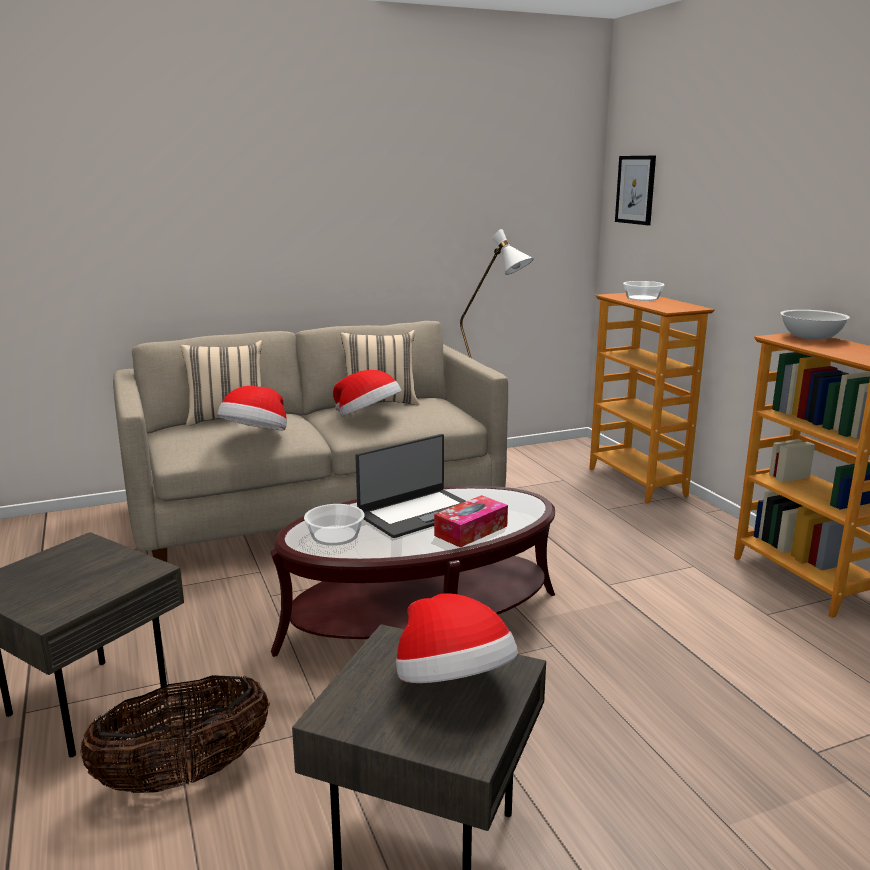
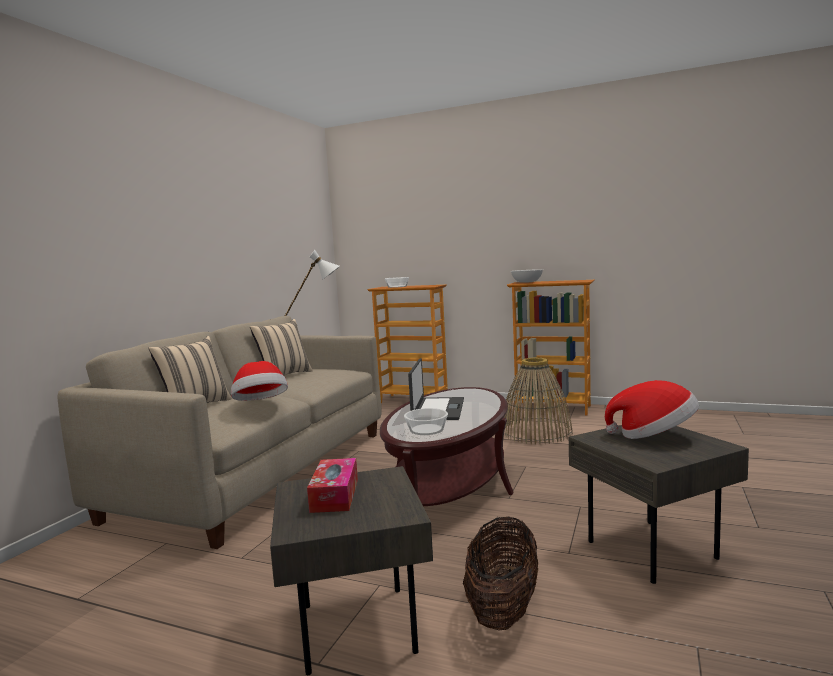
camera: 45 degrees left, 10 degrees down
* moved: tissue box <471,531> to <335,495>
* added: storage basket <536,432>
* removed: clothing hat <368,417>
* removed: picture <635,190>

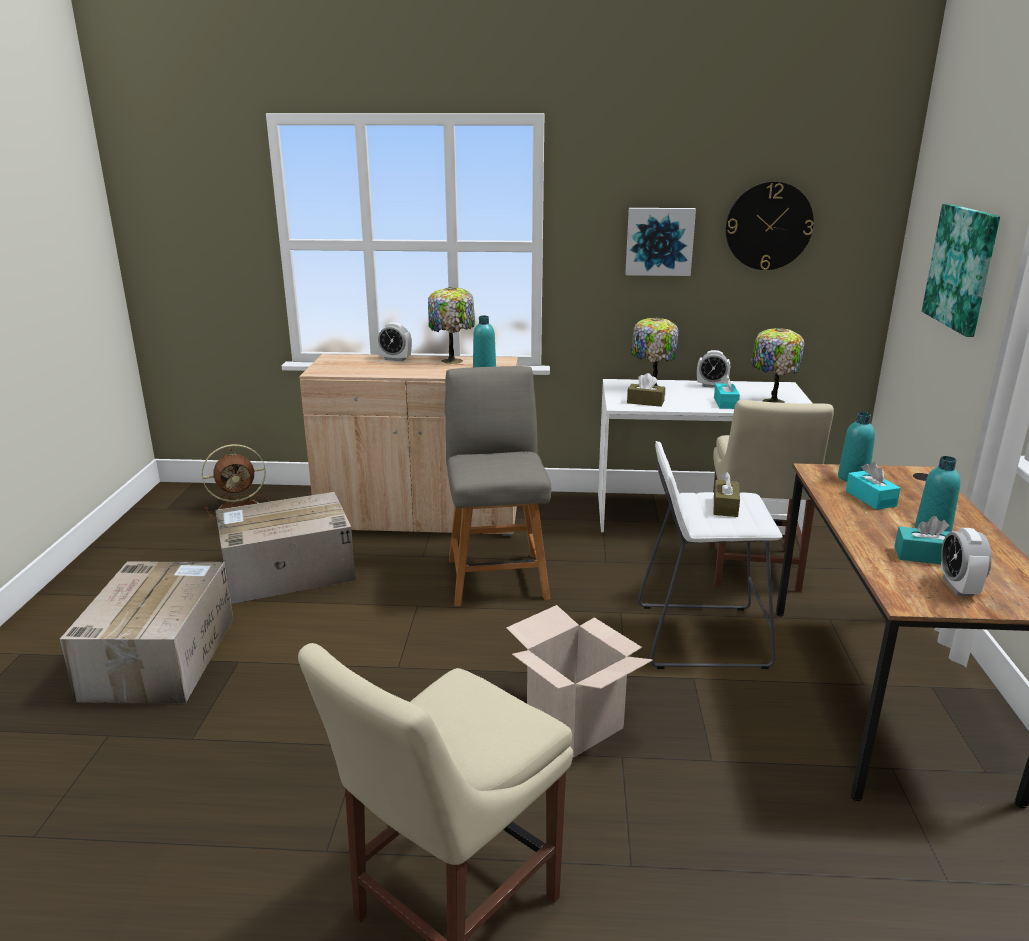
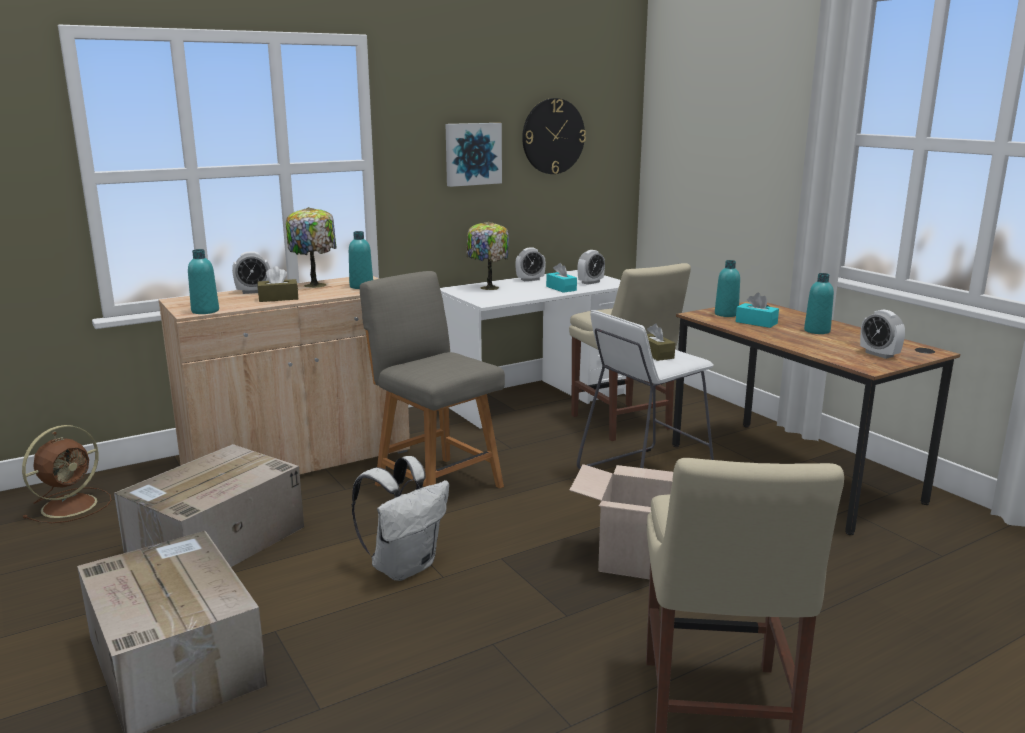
camera: 35 degrees left, 5 degrees down
* added: blue-green drink bottle <205,311>
* moved: brown-coloured tissue box <645,402> to <278,298>
* added: whitish knapsack <404,566>
* replaced: table lamp <771,401> to alarm clock <590,282>
* removed: blue-green tissue box <925,556>
* removed: picture <962,268>

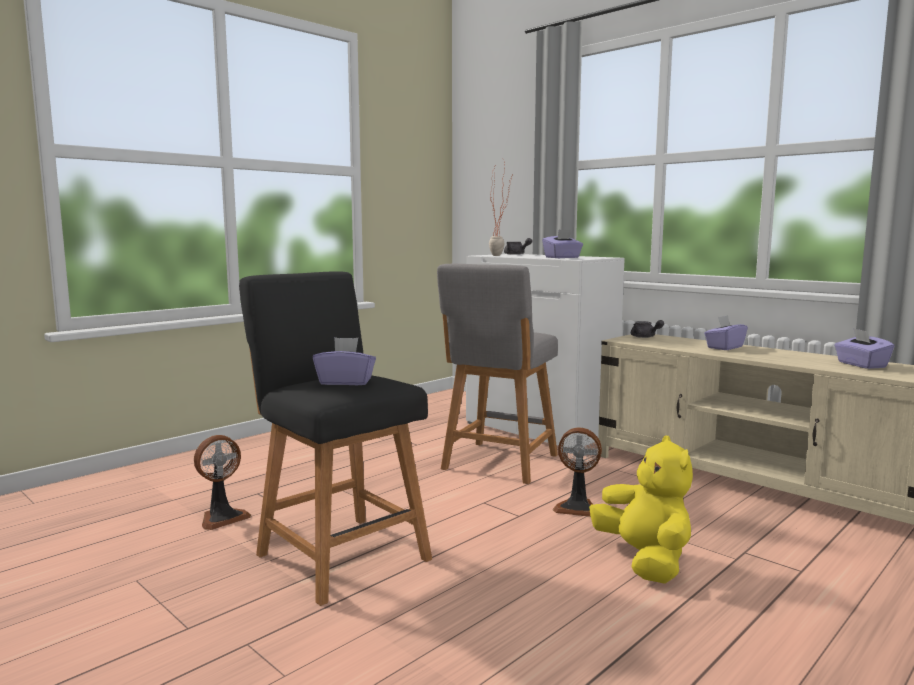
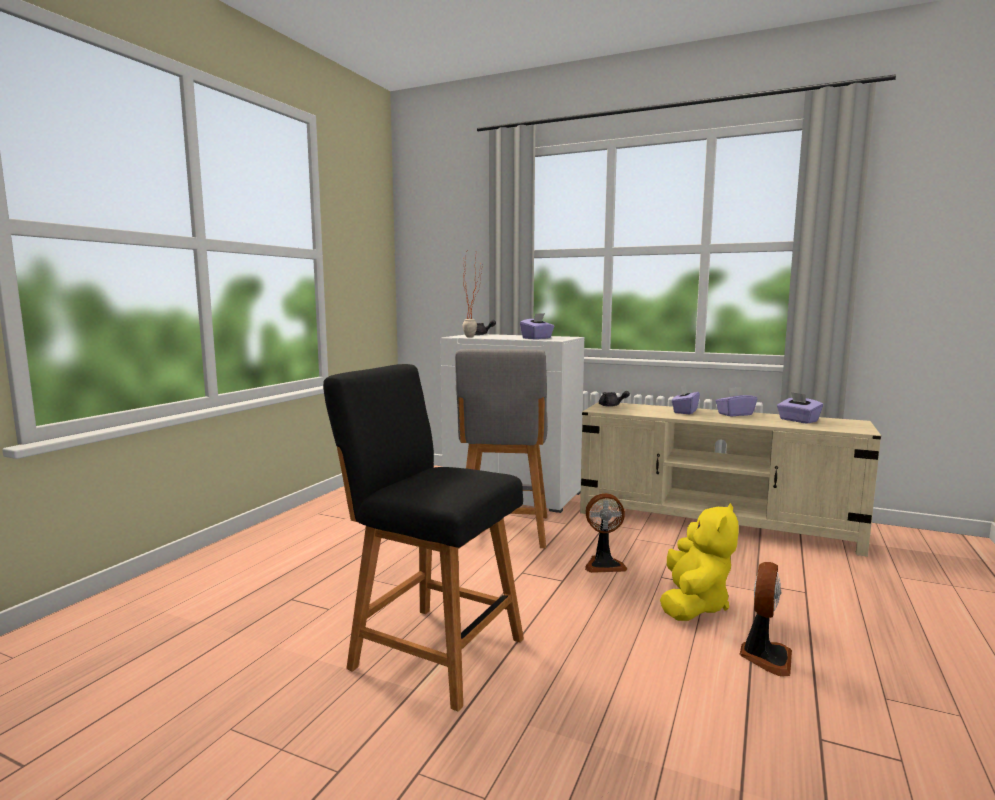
camera: 20 degrees left, 0 degrees up
* turned: yellow-coloured soft toy <644,560> = <693,604> 60 degrees clockwise
* moved: purple-coloured tissue box <346,382> to <734,414>
* moved: cooling fan <222,517> to <765,657>

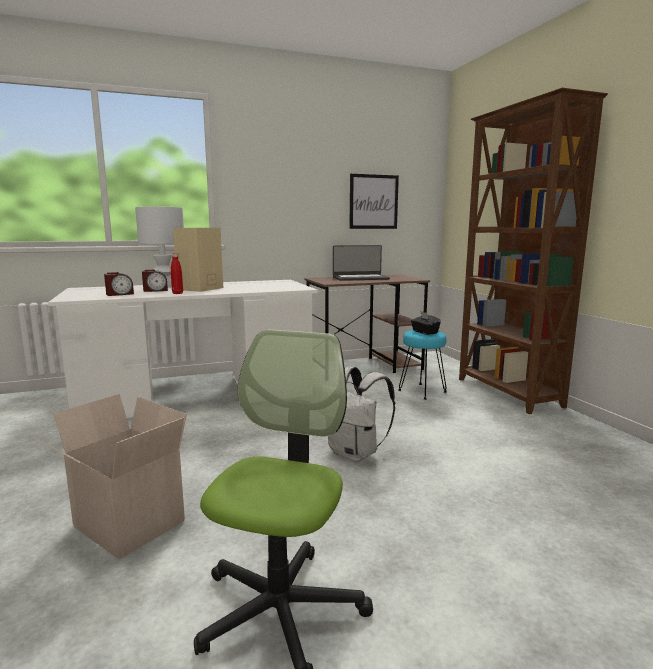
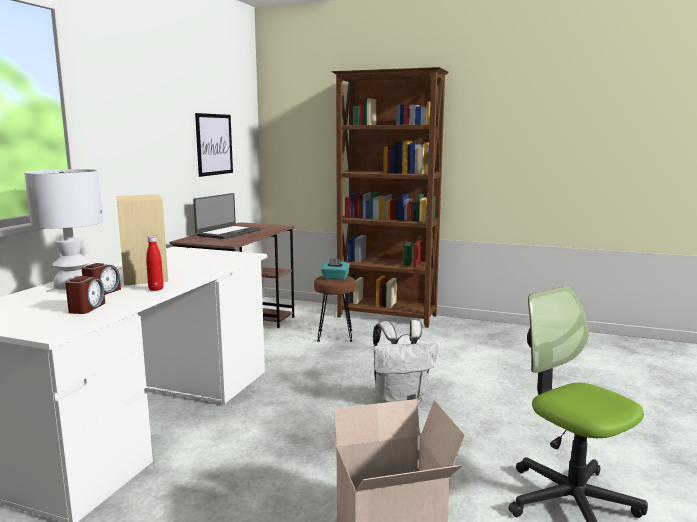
camera: 50 degrees left, 0 degrees up
* recoloured: blue-green stool <421,391> to brown-coloured stool <335,336>
* recoloured: blackish tissue box <424,332> to blue-green tissue box <335,278>

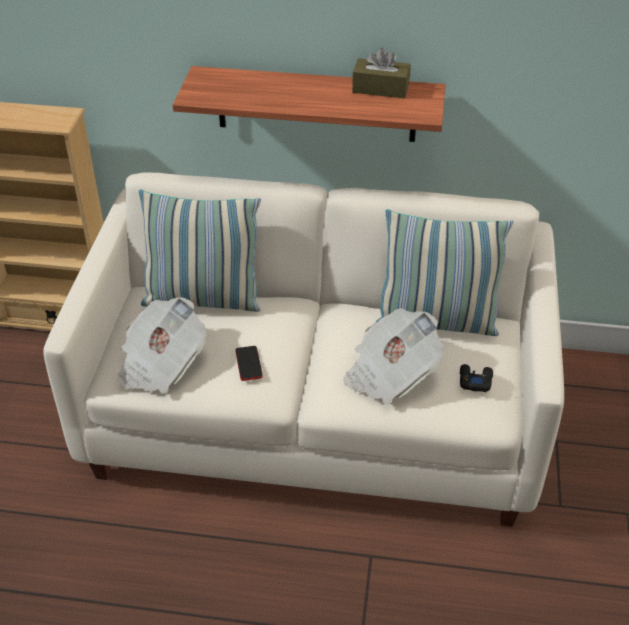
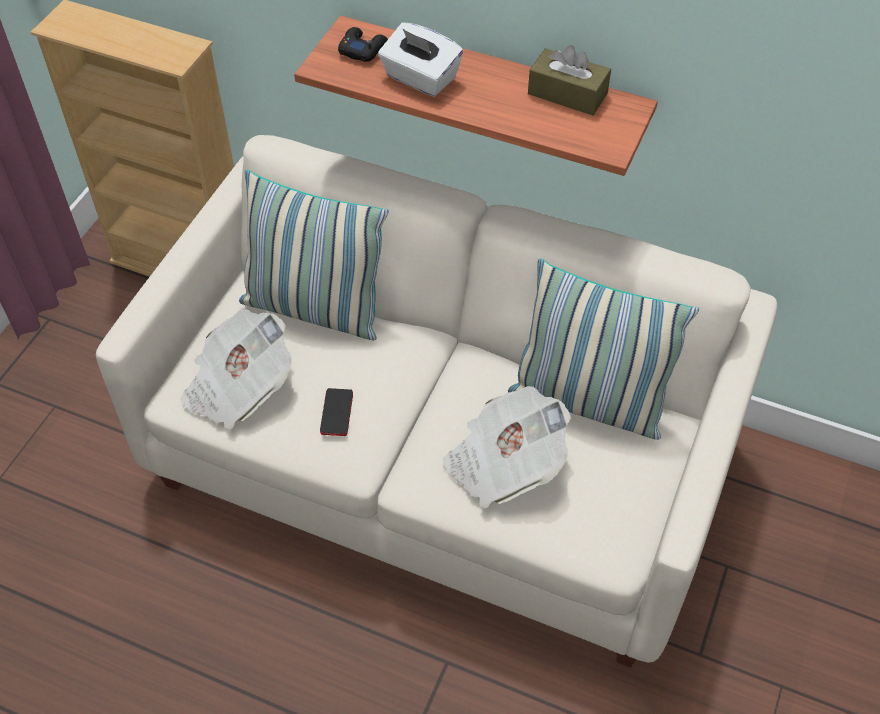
camera: 15 degrees right, 10 degrees up
* moved: blackish joypad <475,380> to <362,49>
* added: whitish tissue box <420,78>

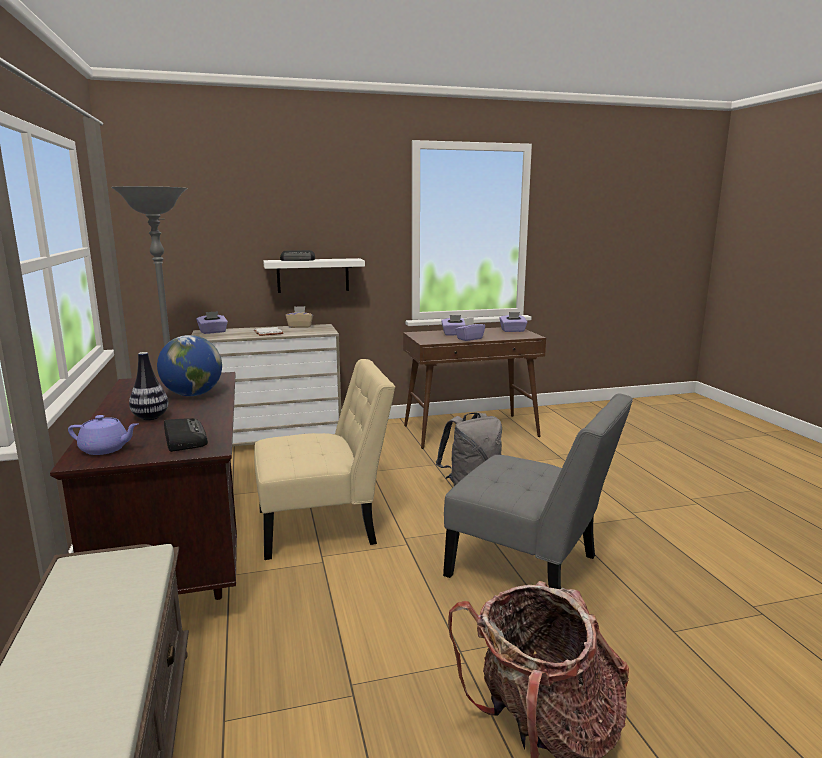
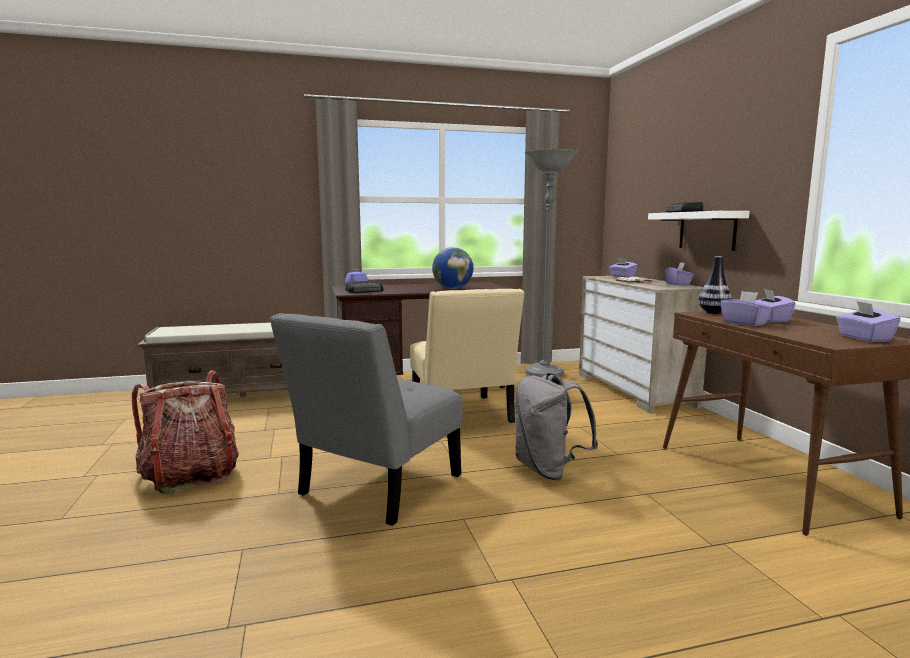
camera: 90 degrees right, 5 degrees down
* recoloured: beige-coloured tissue box <300,326> to purple-coloured tissue box <678,284>
* moved: vase <150,417> to <713,312>

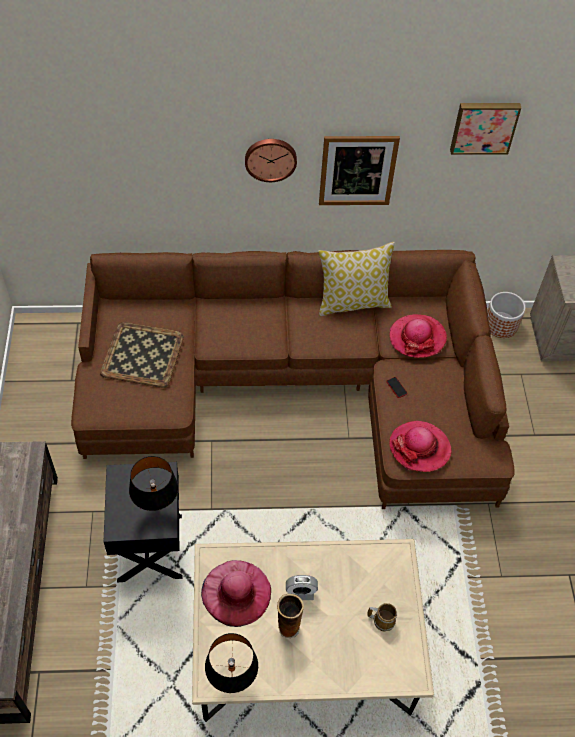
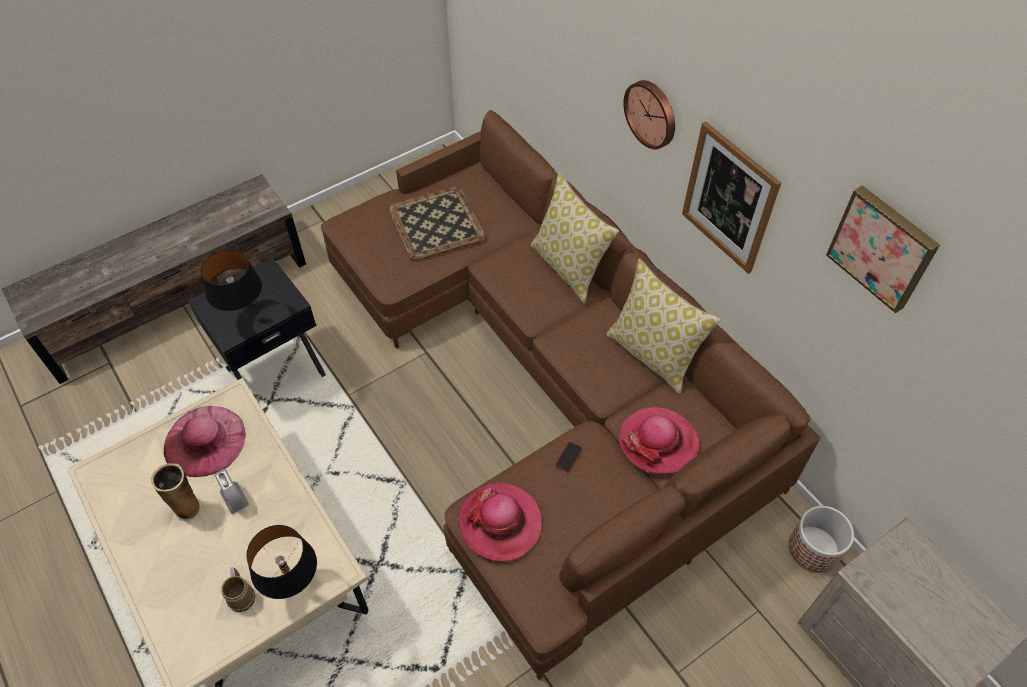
camera: 60 degrees right, 0 degrees up
* moved: blackish table lamp <231,681> to <295,587>
* added: throw pillow <569,267>

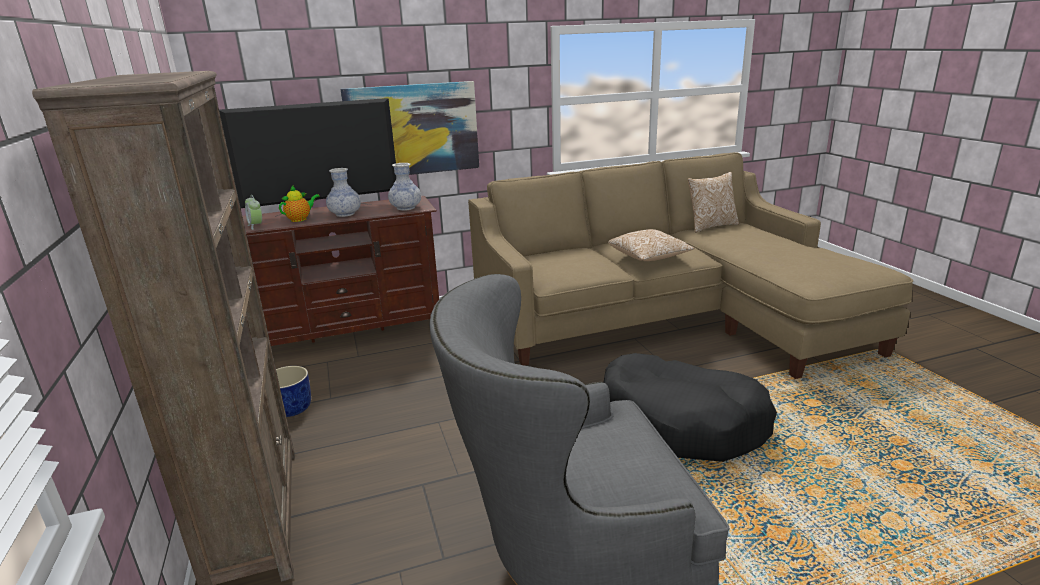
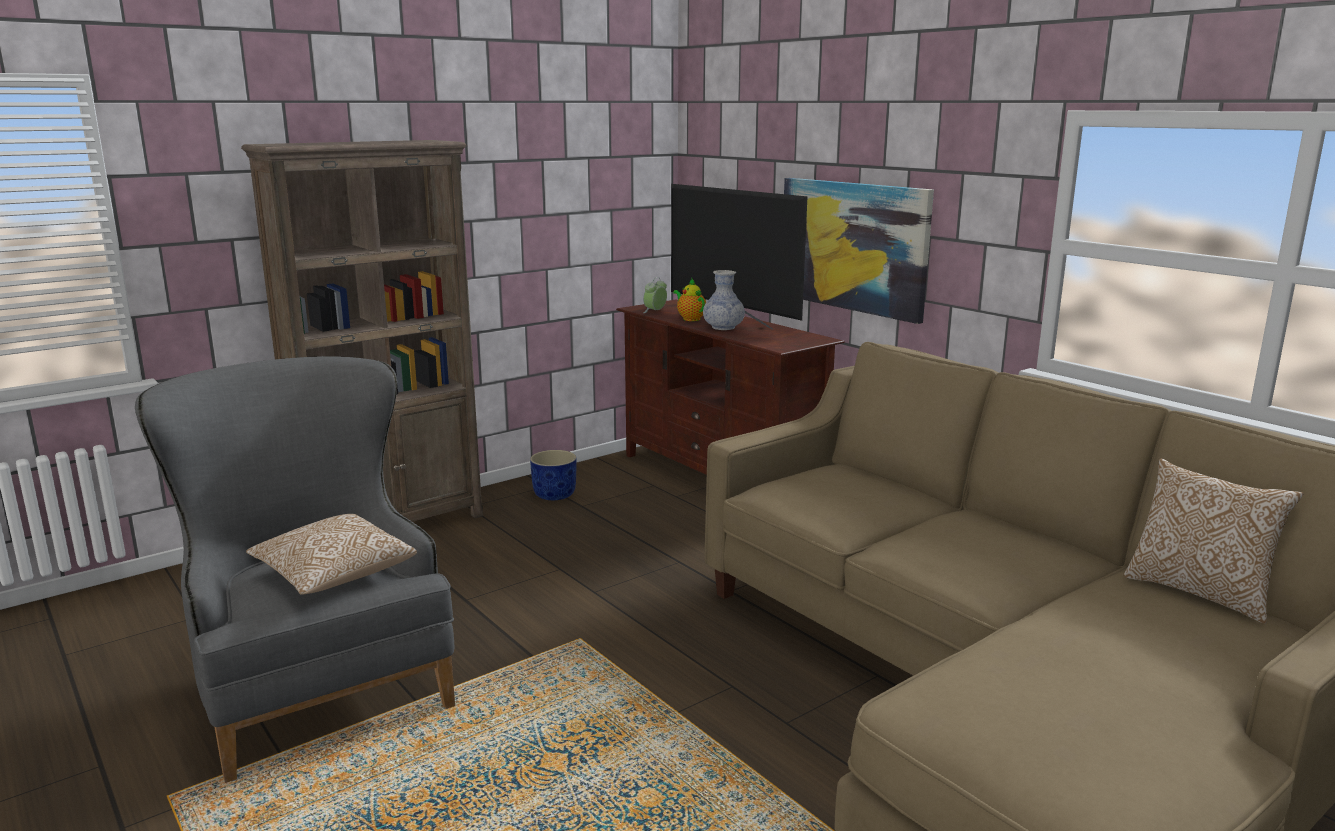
camera: 70 degrees right, 5 degrees down
* moved: throw pillow <649,257> to <333,574>
* turned: teapot <300,219> = <690,318> 150 degrees counterclockwise
* removed: vase <406,208>
* removed: blackish dog bed <681,423>

